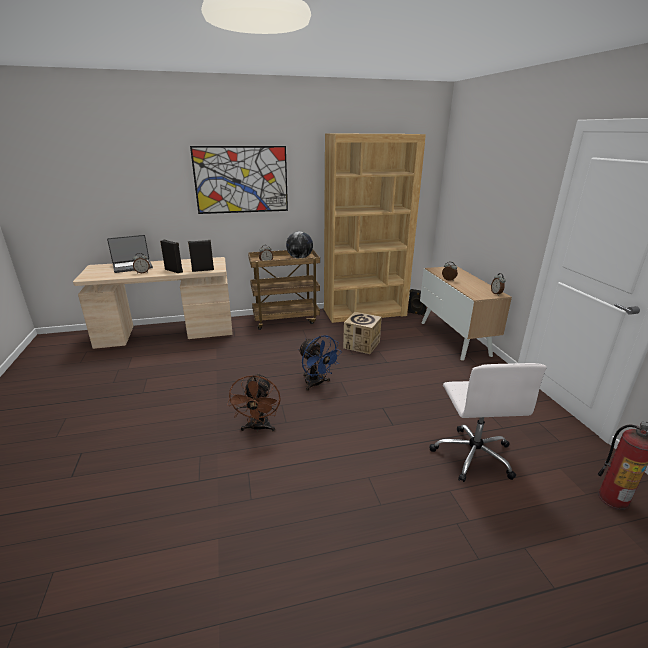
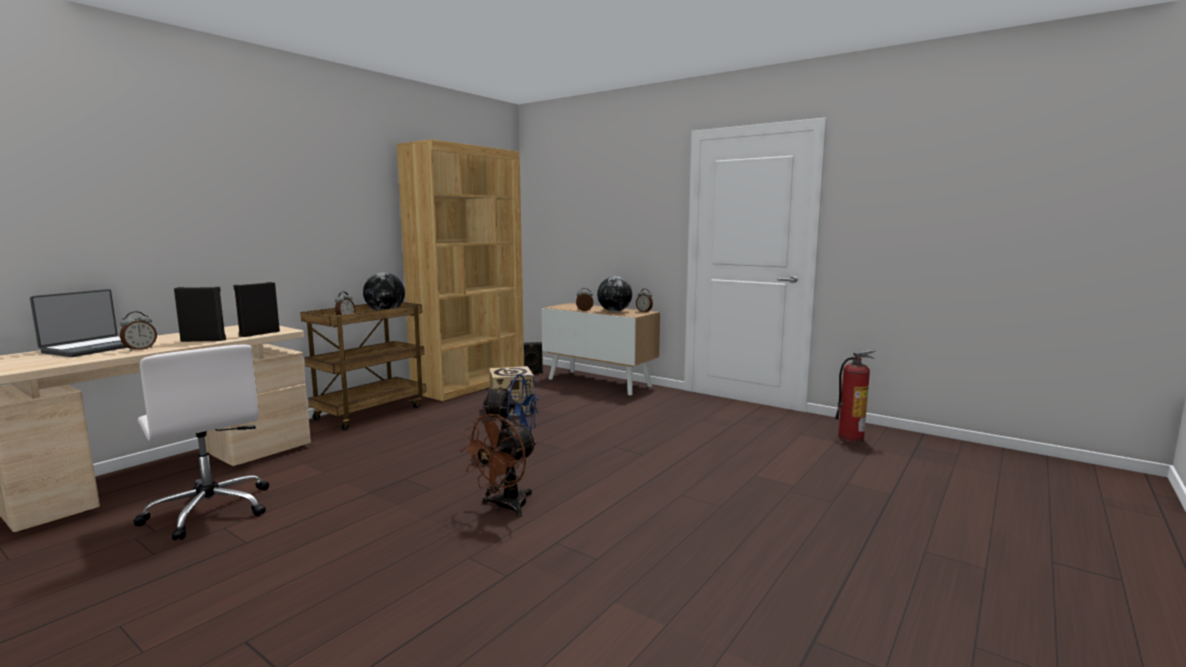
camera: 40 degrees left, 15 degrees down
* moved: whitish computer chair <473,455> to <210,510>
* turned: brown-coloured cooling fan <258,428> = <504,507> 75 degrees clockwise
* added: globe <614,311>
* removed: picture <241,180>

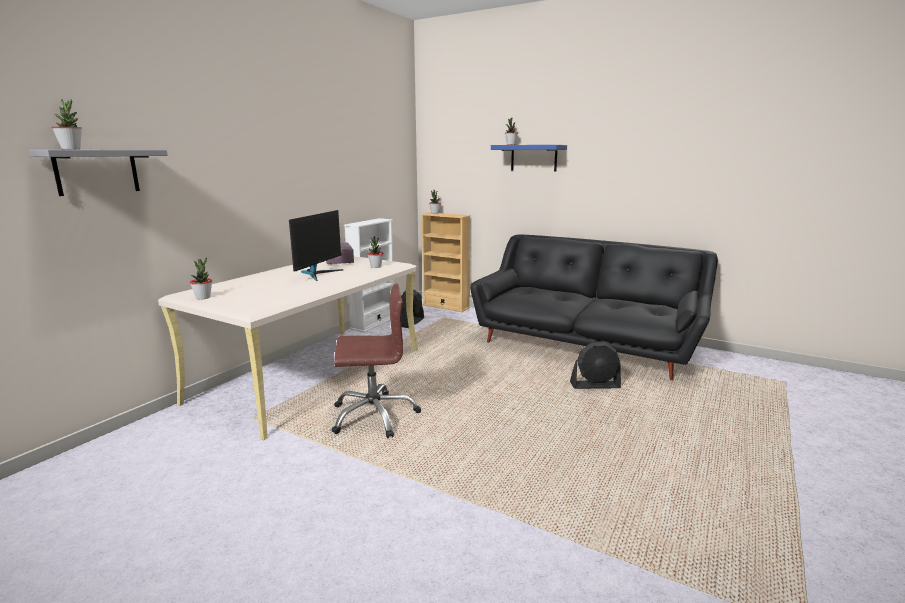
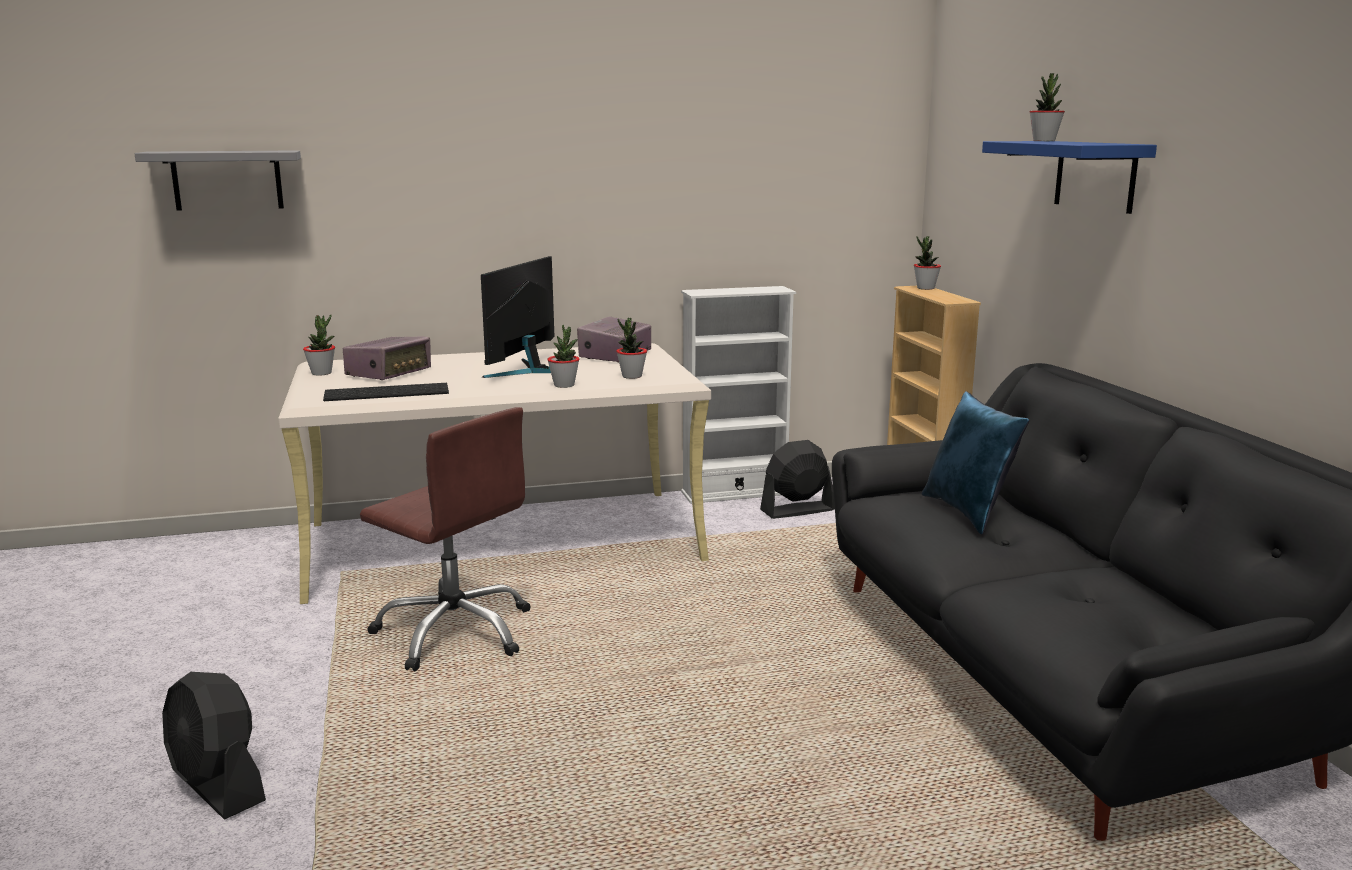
camera: 45 degrees right, 0 degrees up
* moved: blackish cooling fan <595,385> to <218,786>
* added: computer keyboard <388,392>
* added: radio set <389,373>
* turned: computer display <318,274> = <525,370> 135 degrees clockwise
* moved: plant in a pot <71,149> to <564,385>
* added: blue-coloured throw pillow <969,513>

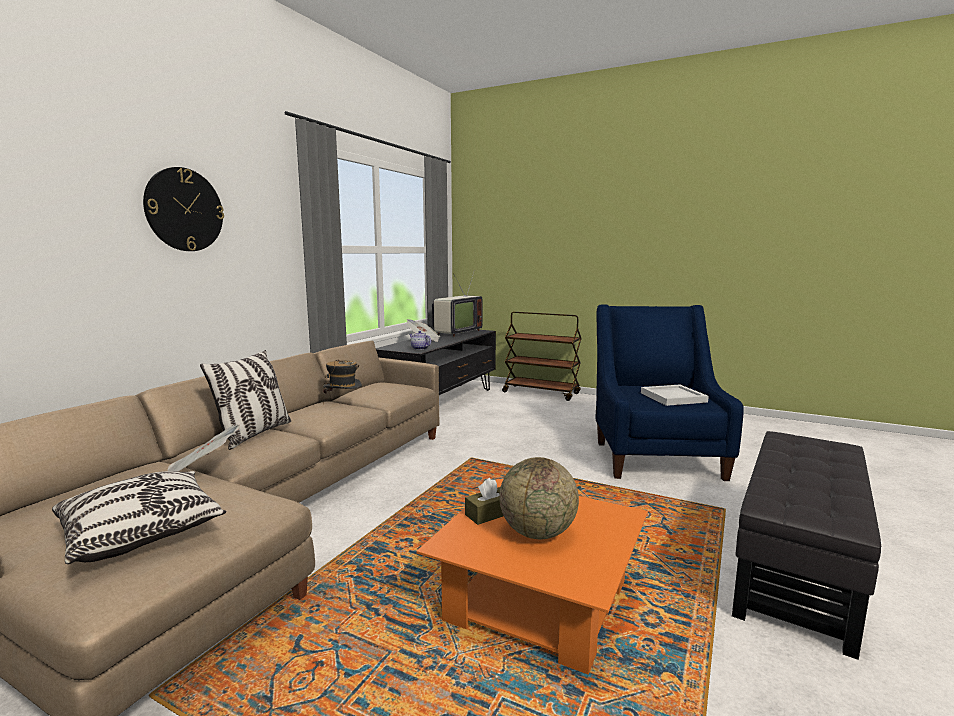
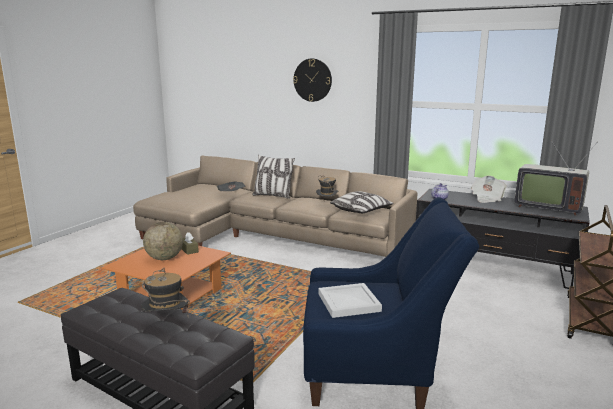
camera: 90 degrees right, 5 degrees up
* added: clothing hat <166,323>
* moved: throw pillow <142,533> to <361,211>

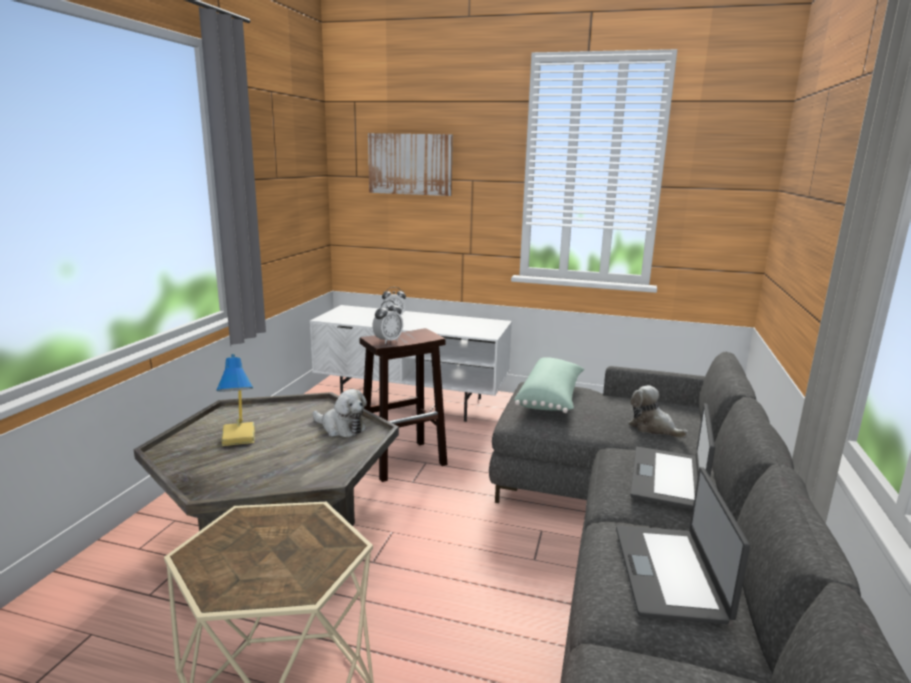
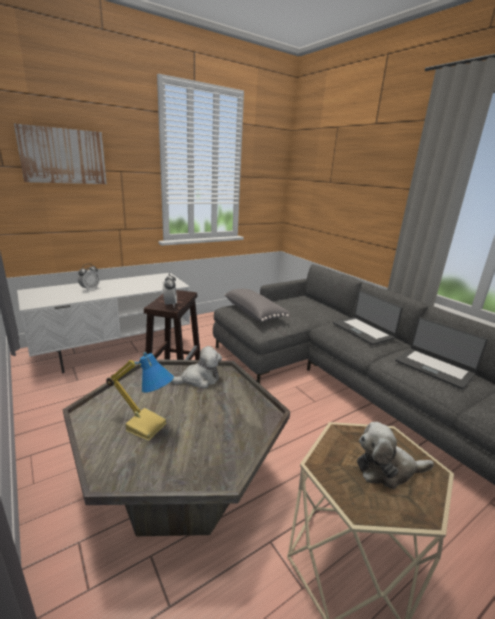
camera: 50 degrees left, 5 degrees up
* recoloured: greenish throw pillow <551,398> to grey throw pillow <254,312>
* moved: soft toy <653,428> to <387,469>

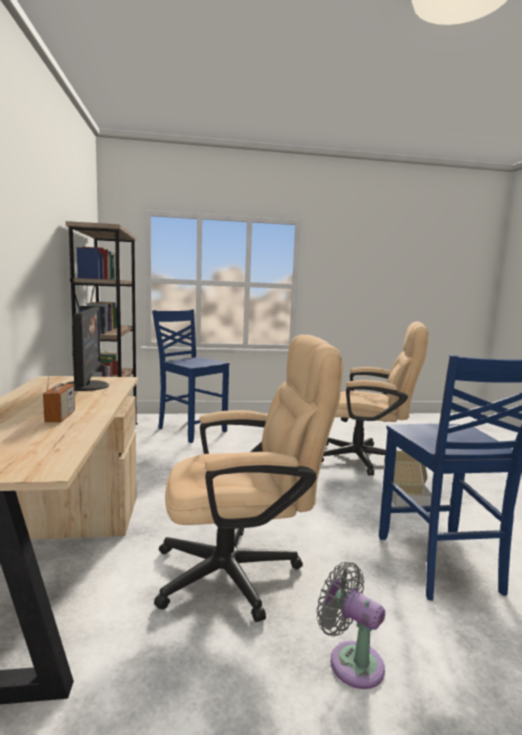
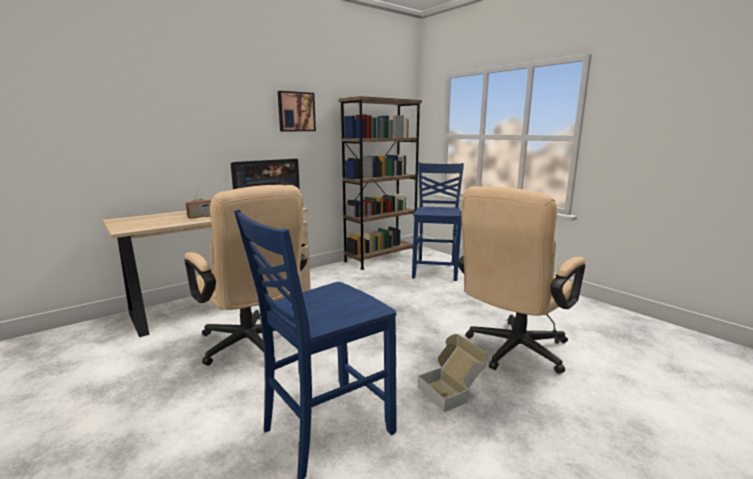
camera: 60 degrees right, 5 degrees up
* added: picture <296,112>
* turned: beige-coloured computer chair <367,459> = <512,351> 60 degrees clockwise
* removed: grey cooling fan <351,661>

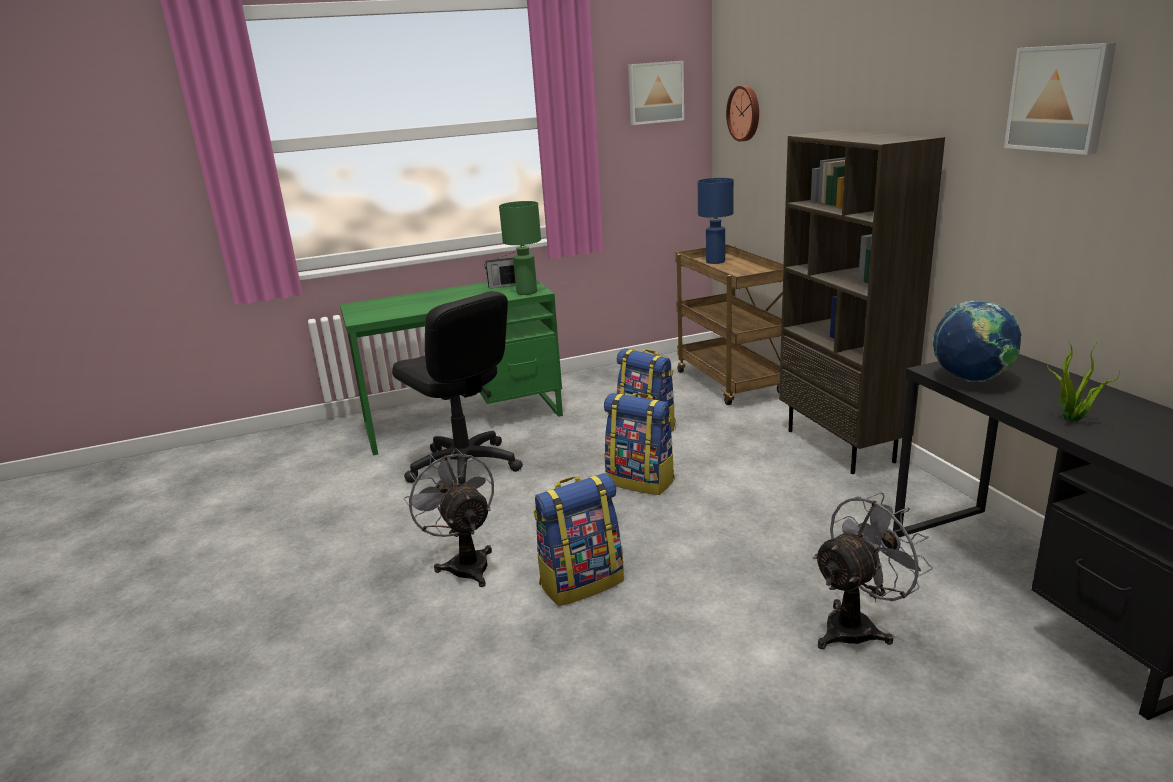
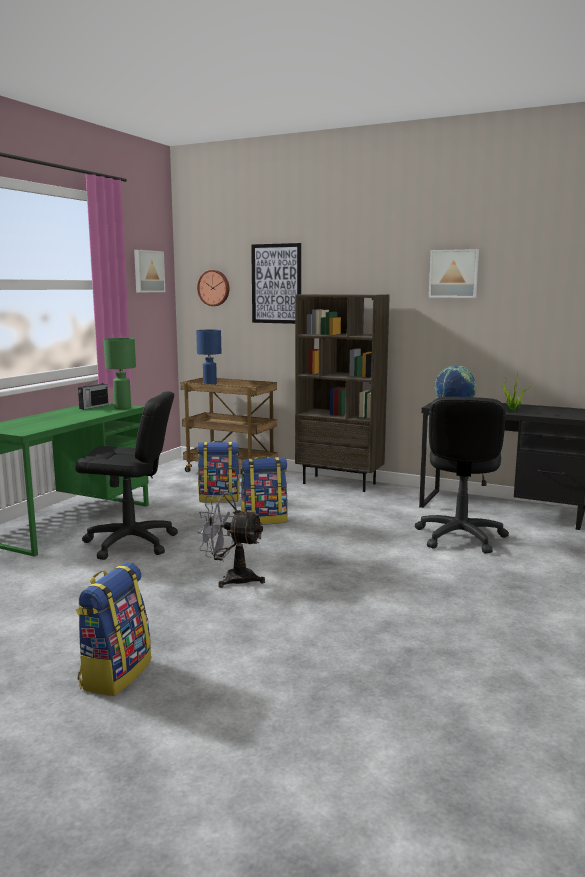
camera: 45 degrees left, 10 degrees down
* moved: knapsack <581,582> to <115,673>
* added: picture <276,283>
* replaced: grey cooling fan <858,626> to blackish computer chair <459,537>

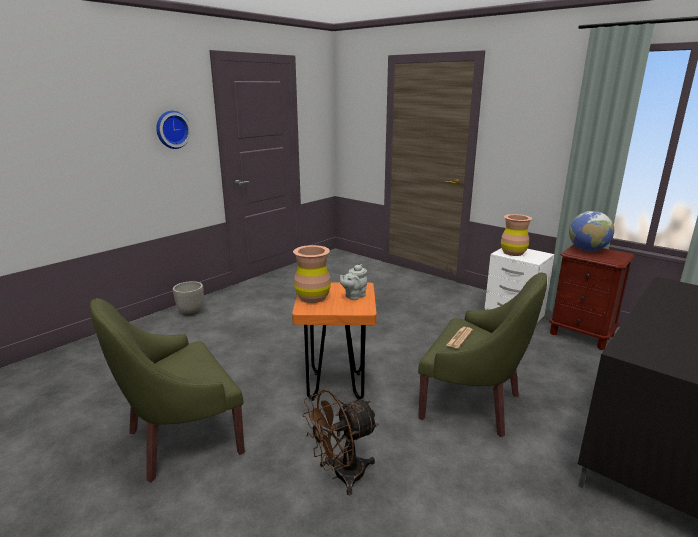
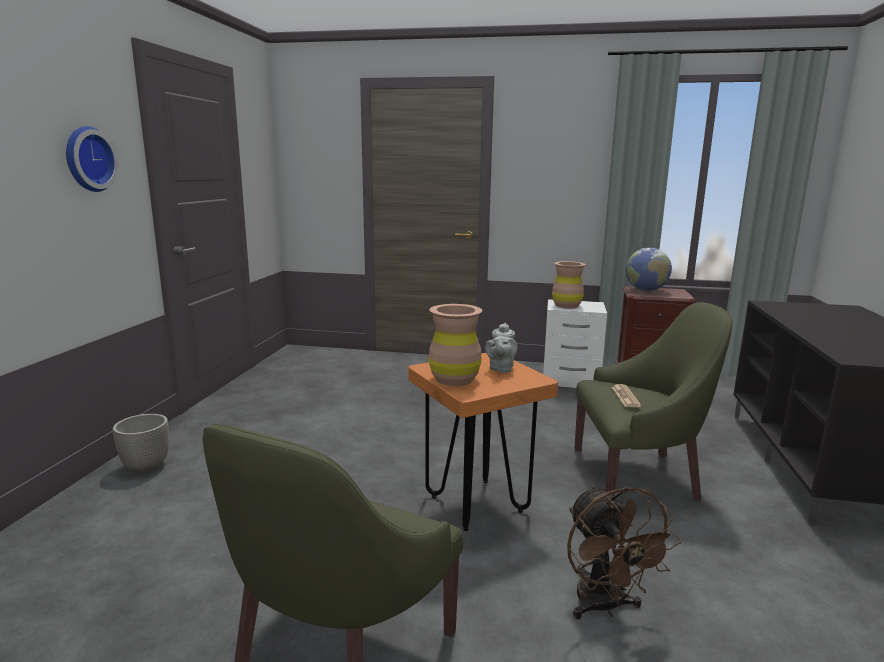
camera: 30 degrees left, 5 degrees down
* turned: brown-coloured cooling fan <341,475> = <604,607> 45 degrees counterclockwise

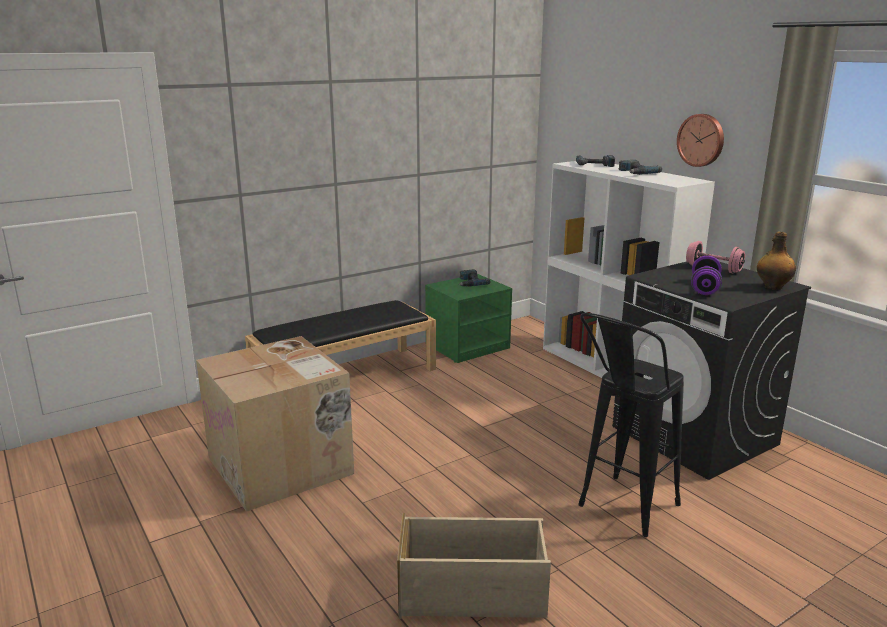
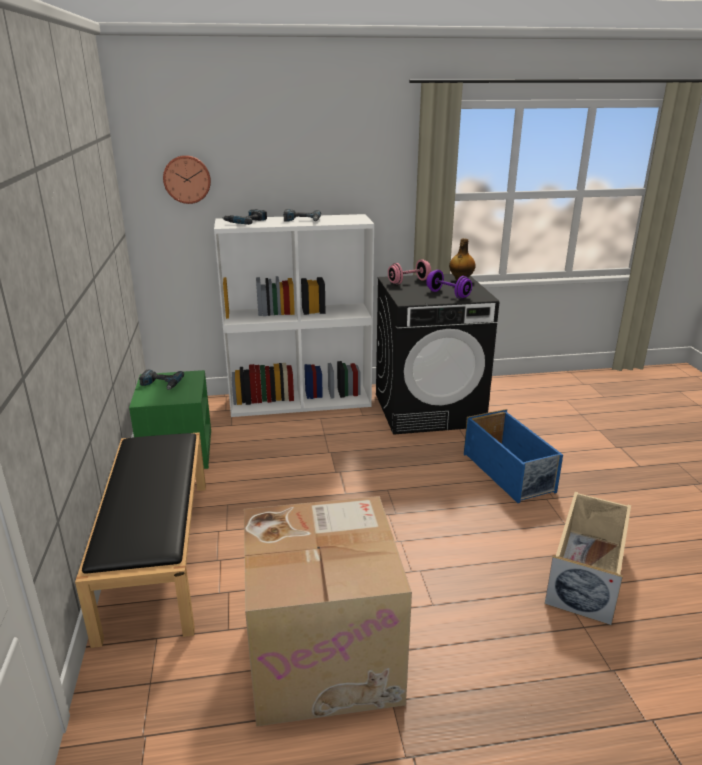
camera: 65 degrees left, 5 degrees up
* moved: wall clock <701,140> to <187,179>
* replaced: blackish stool <621,512> to blue-coloured storage box <509,473>

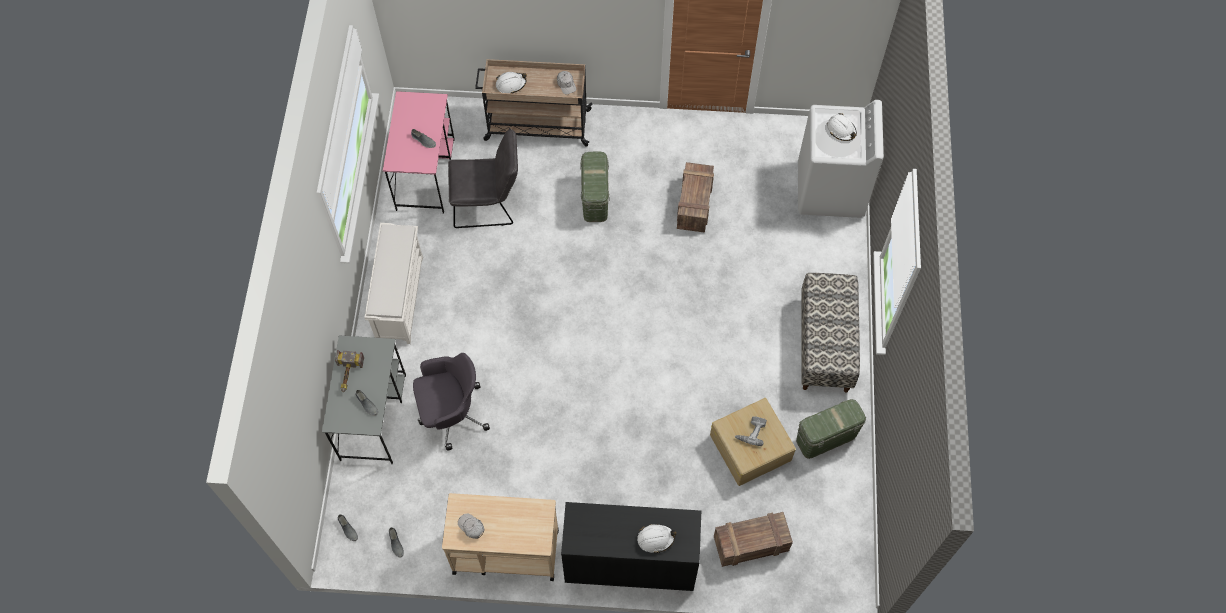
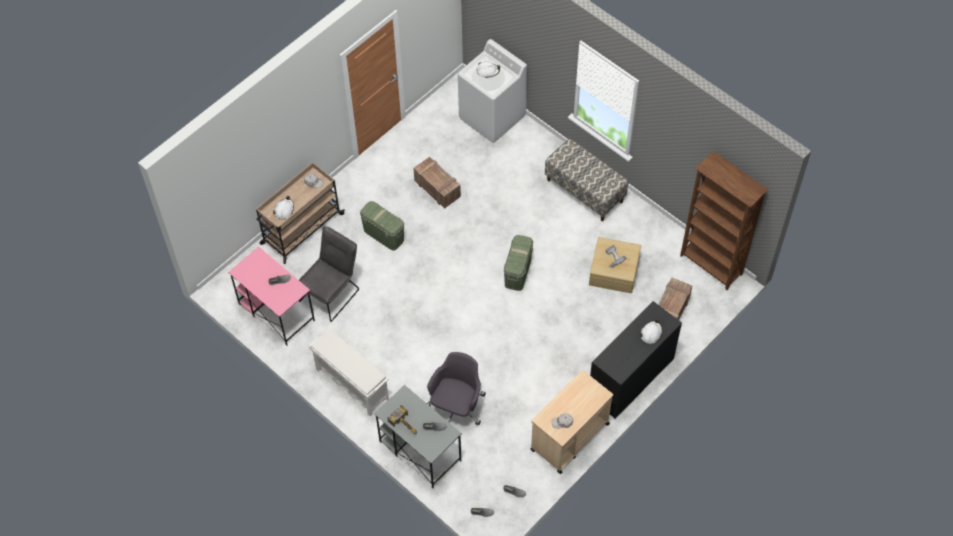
camera: 50 degrees left, 5 degrees down
* moved: greenish storage box <826,437> to <517,272>
* added: brown-coloured bookshelf <711,266>

